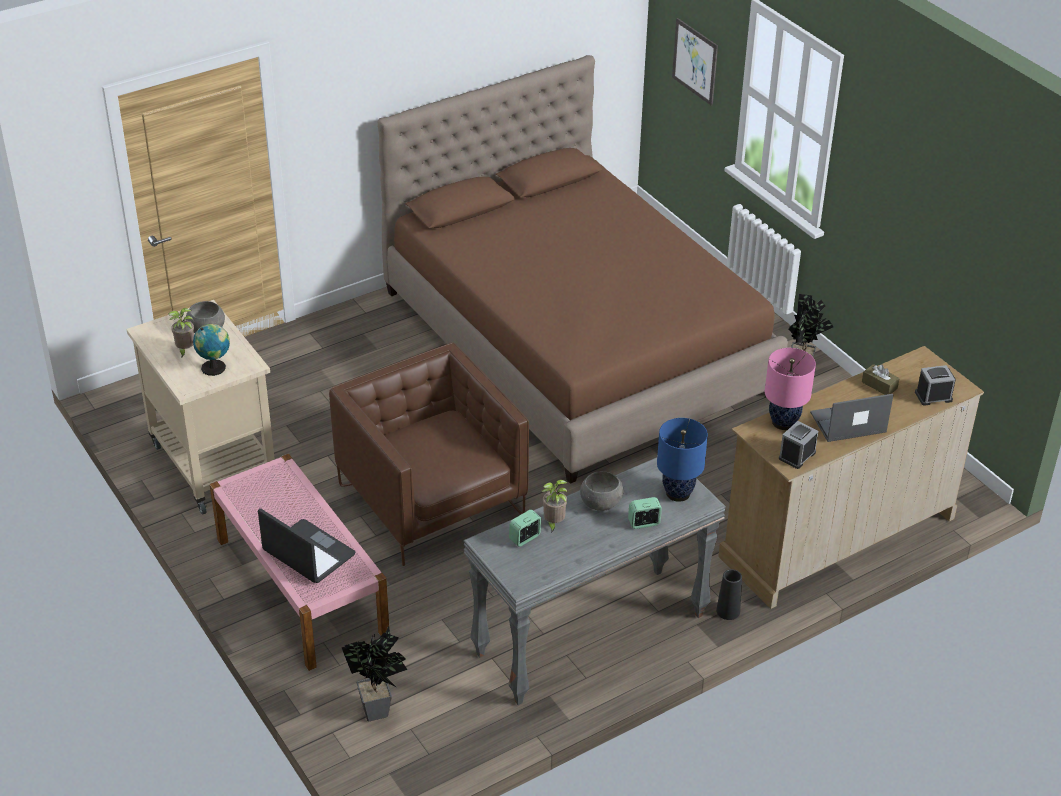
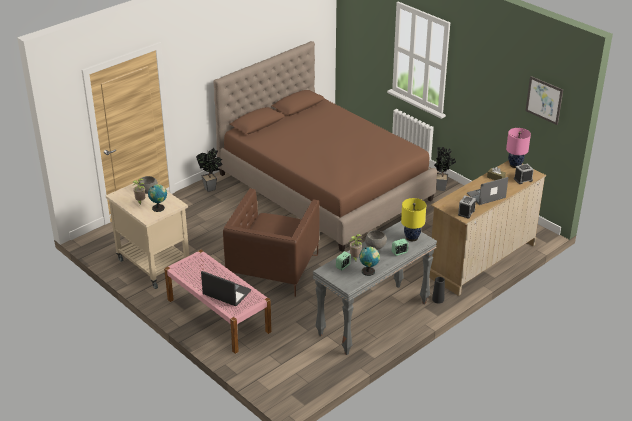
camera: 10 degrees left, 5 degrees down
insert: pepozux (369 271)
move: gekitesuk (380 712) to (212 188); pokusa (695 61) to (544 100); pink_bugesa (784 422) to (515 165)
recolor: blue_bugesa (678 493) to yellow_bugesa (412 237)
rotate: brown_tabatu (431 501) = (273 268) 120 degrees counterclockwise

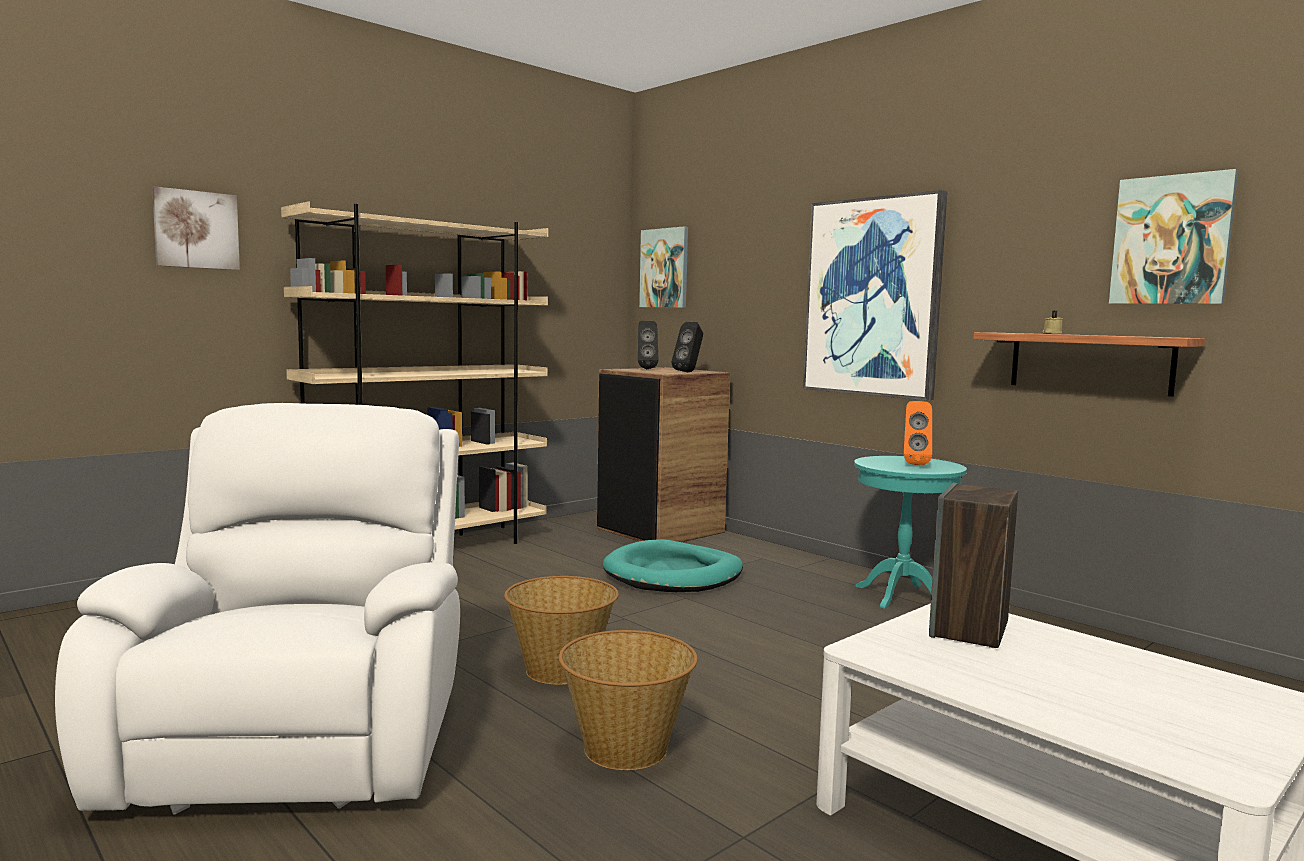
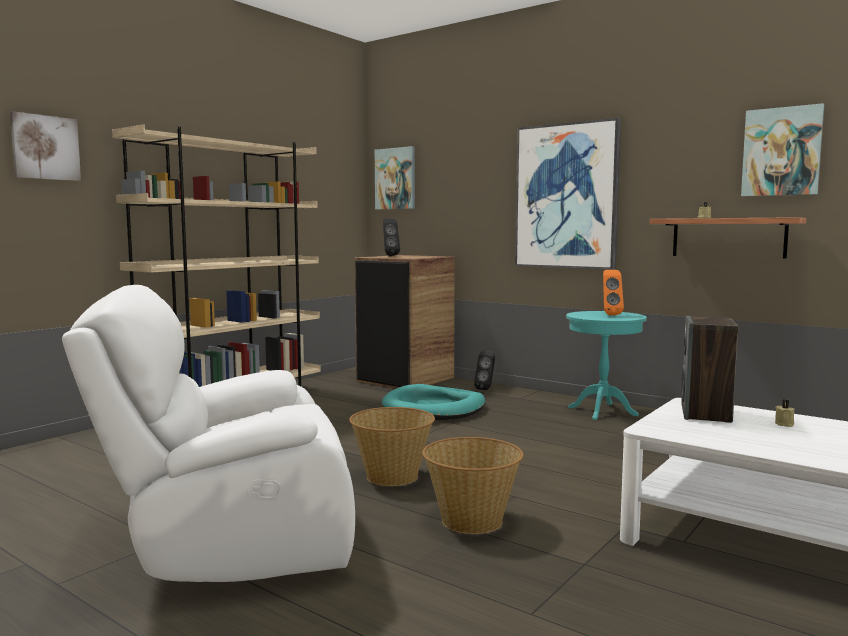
camera: 10 degrees left, 0 degrees up
insert: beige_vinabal (785 424)
move: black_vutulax (689 372) to (486 389)
rotate: white_tabatu (300 743) = (227 540) 90 degrees counterclockwise

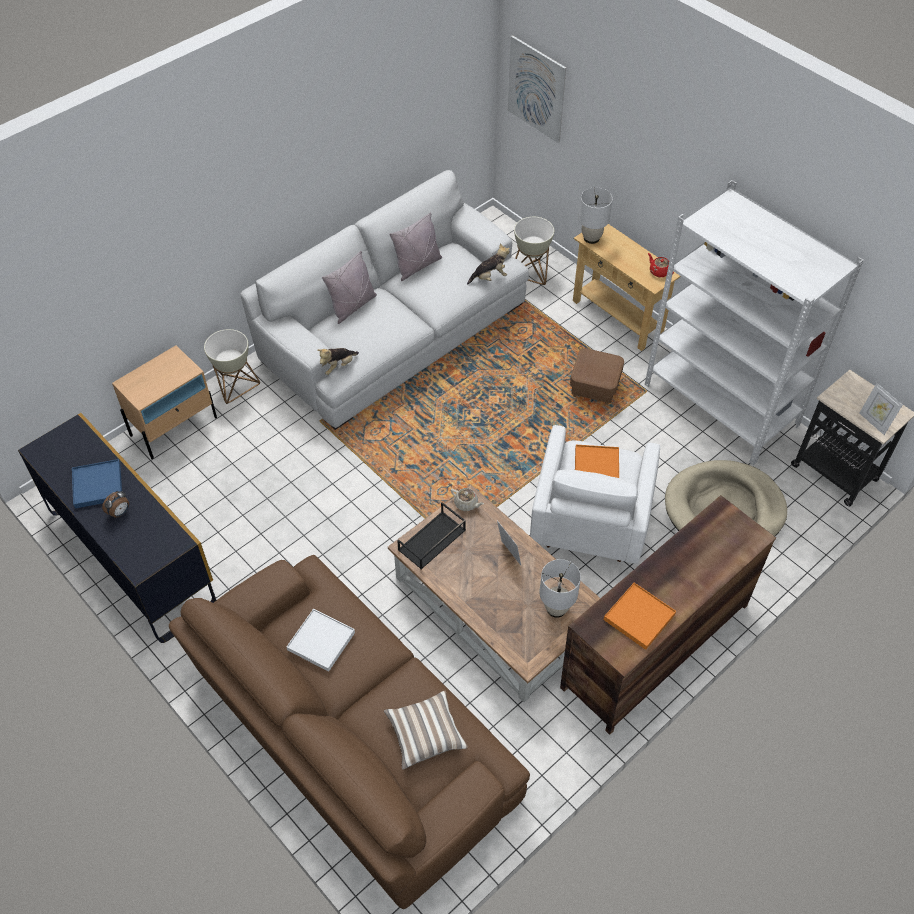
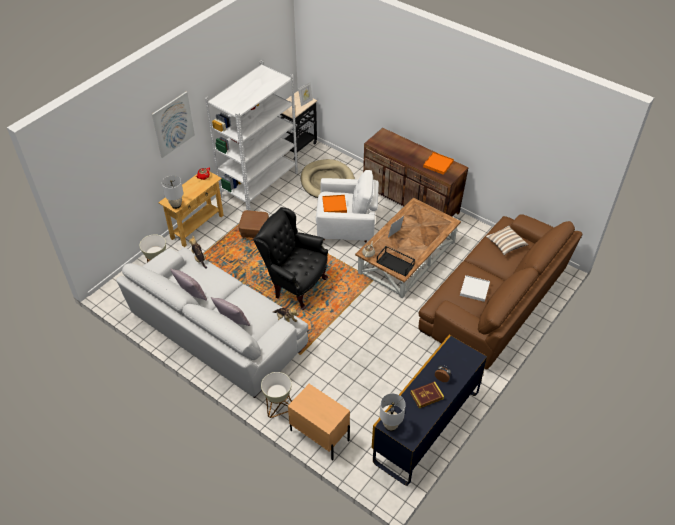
camera: 100 degrees left, 5 degrees down
insert: black_tabatu (295 286)
move: pokusa (536 89) to (173 124); white_bugesa (556 608) to (390 425)
replace: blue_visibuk (98 485) to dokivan (426 396)

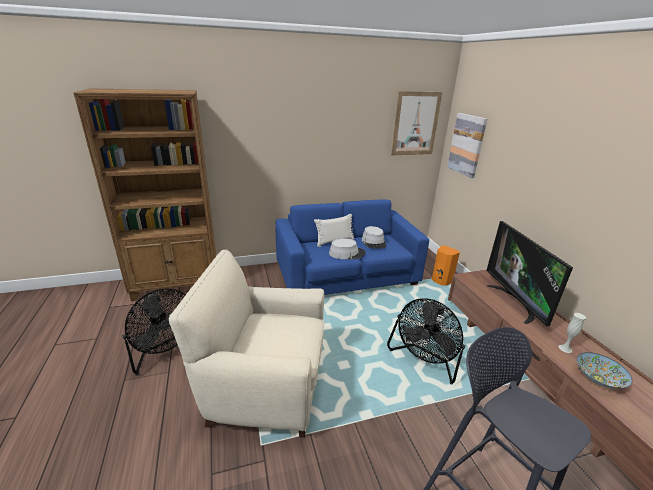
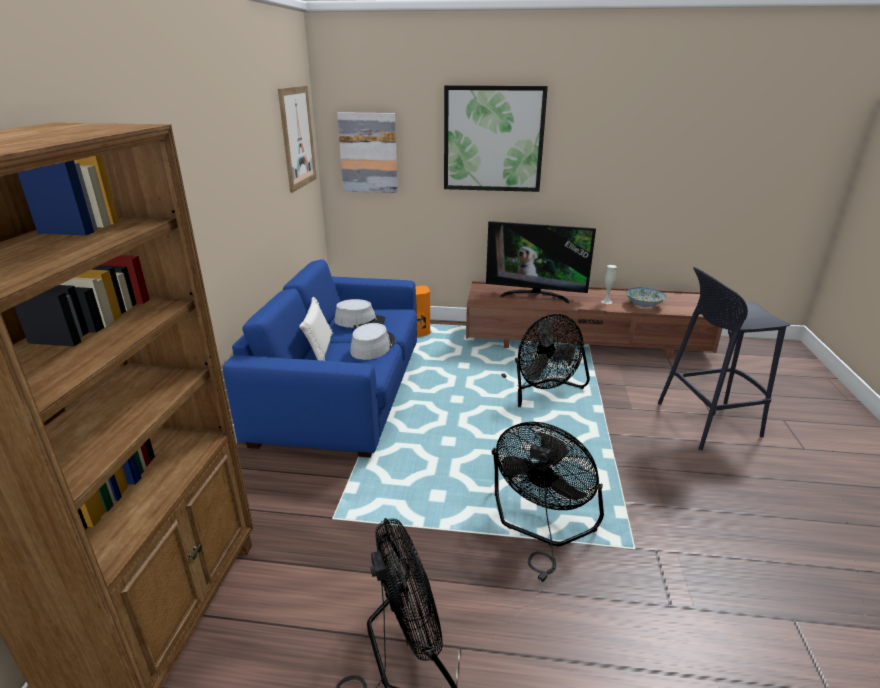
camera: 65 degrees left, 0 degrees up
insert: pokusa (493 139)
replace: beige_tabatu (264 387) to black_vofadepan (539 527)

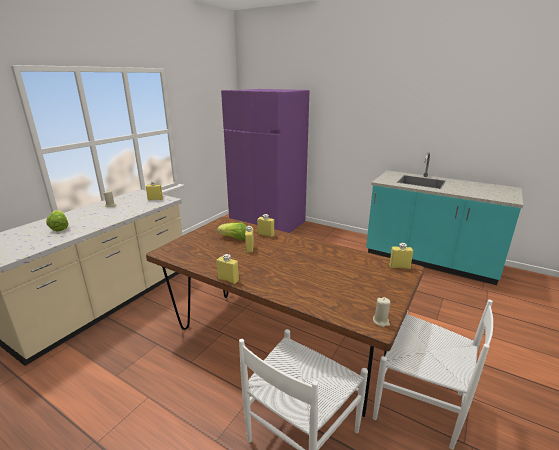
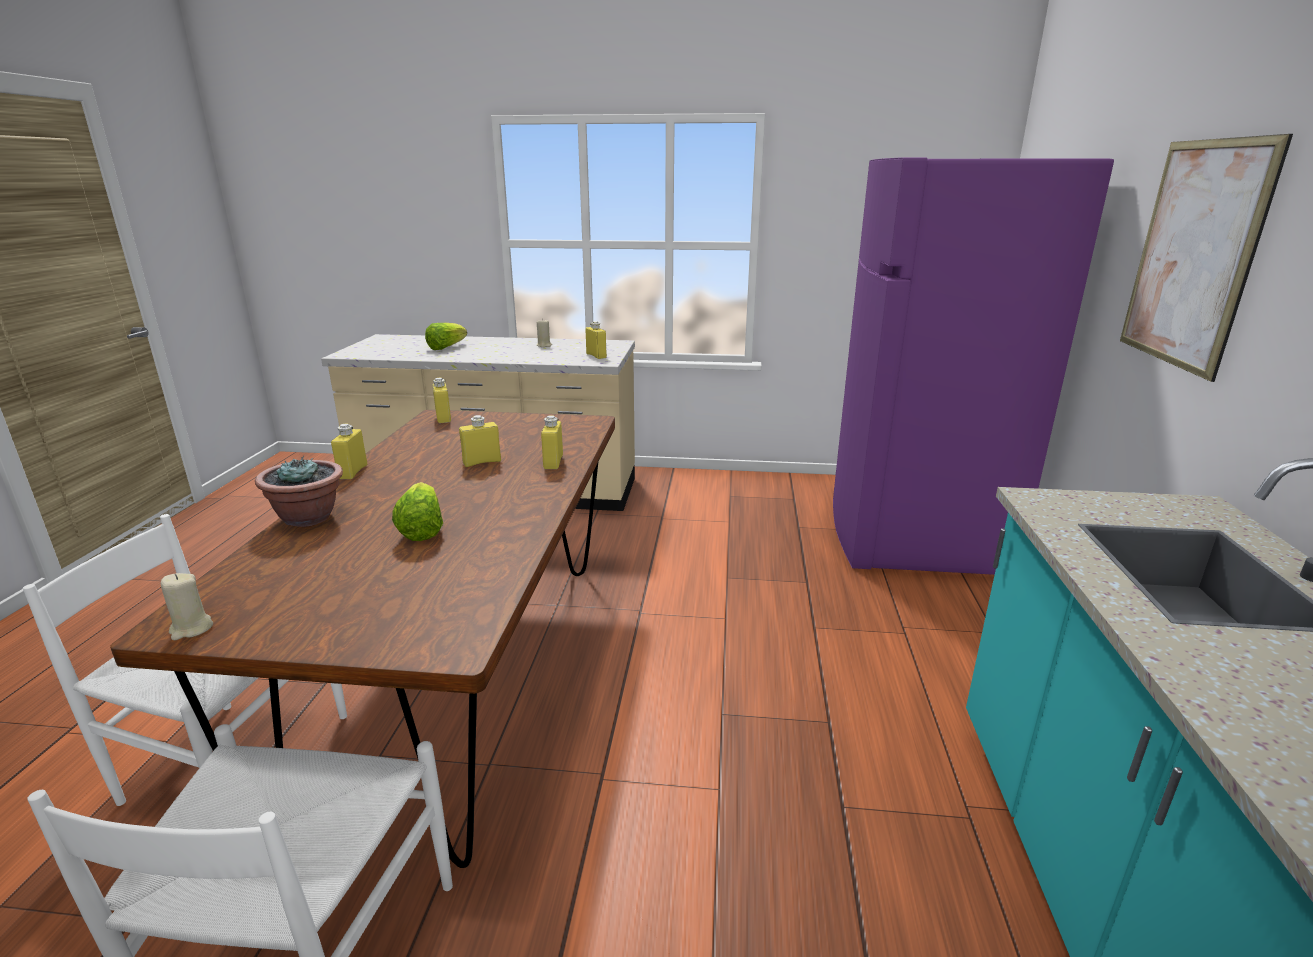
camera: 65 degrees right, 0 degrees up
insert: gekitesuk (308 517); pokusa (1193 255)
move: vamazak (234 238) to (422 529); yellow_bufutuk (399 267) to (443 418)

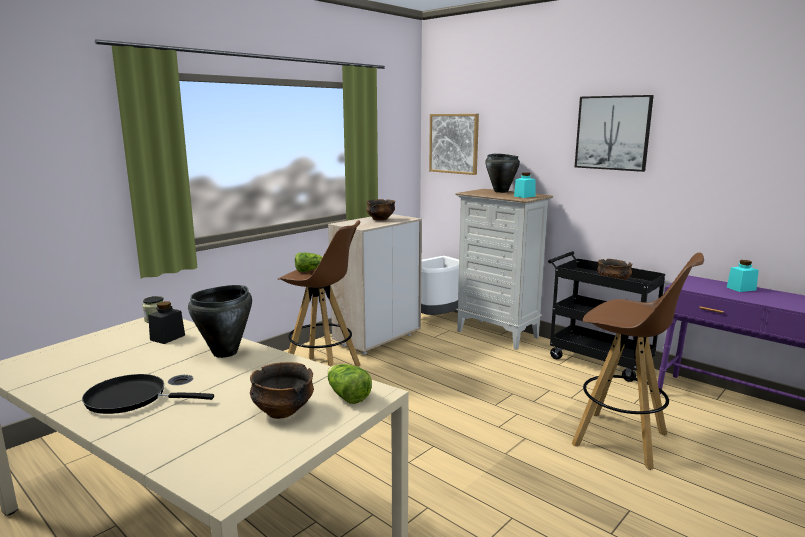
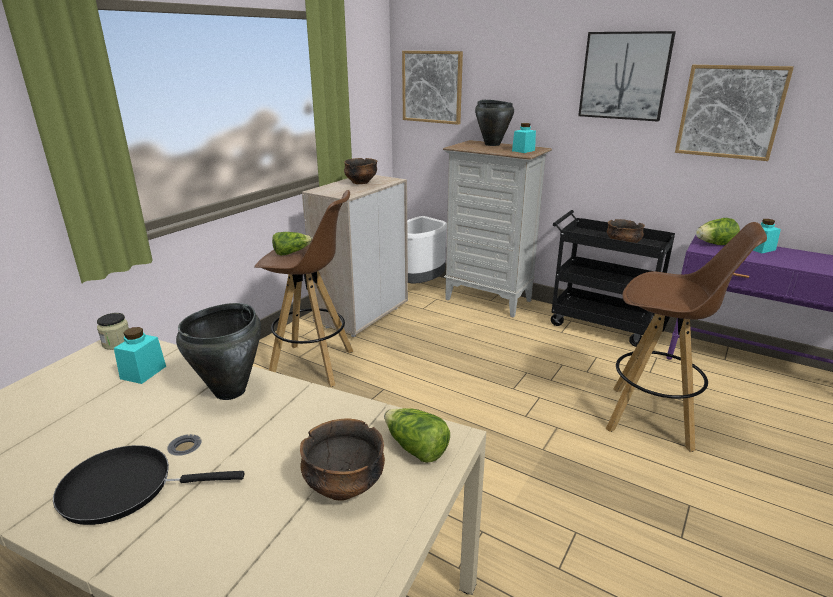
camera: 10 degrees left, 10 degrees up
insert: pokusa (730 112); vamazak (715 244)
recolor: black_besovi (167 337) to turquoise_besovi (143 372)

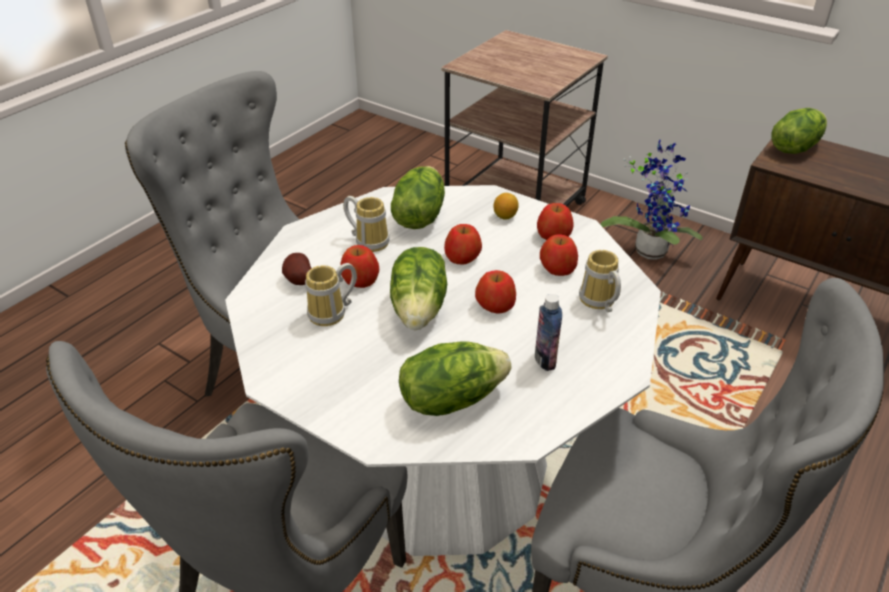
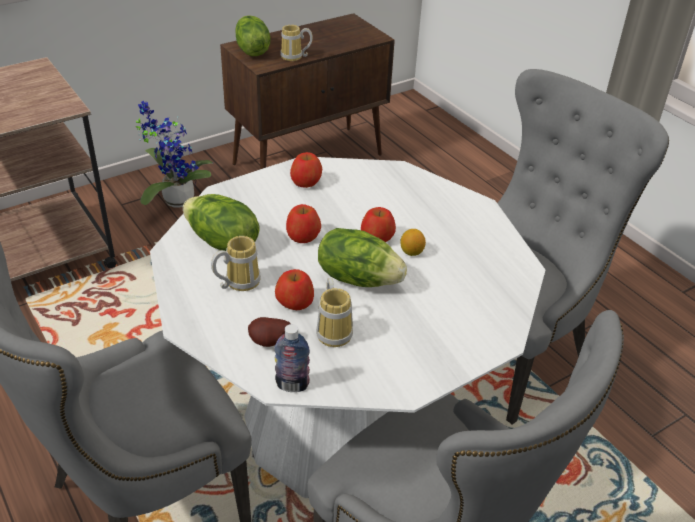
camera: 70 degrees left, 0 degrees up
delete: vamazak (451 398); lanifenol (557 268)
move: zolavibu (505 216) to (411 252); bufutuk (545 360) to (292 385); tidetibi (597 303) to (294 57)

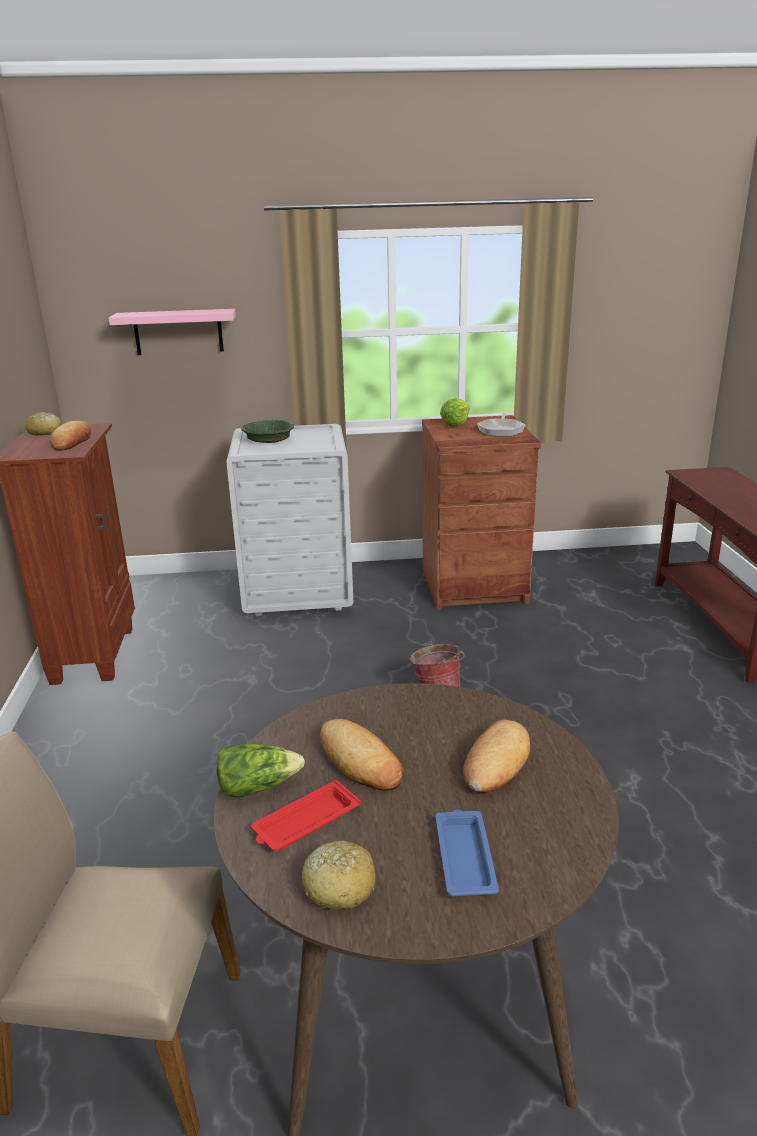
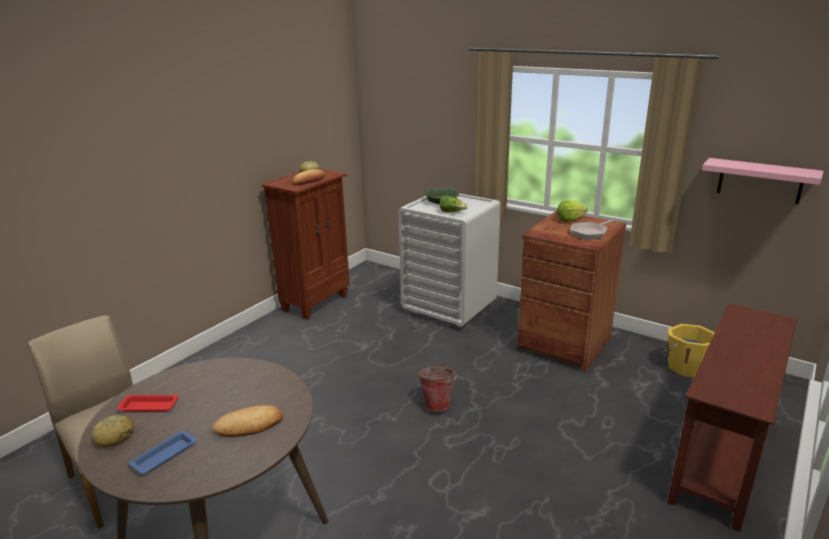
camera: 40 degrees right, 0 degrees up
delete: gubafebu (360 761)
insert: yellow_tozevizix (685 366)
move: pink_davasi (178 331) to (760 181); vamazak (257 786) to (452 212)

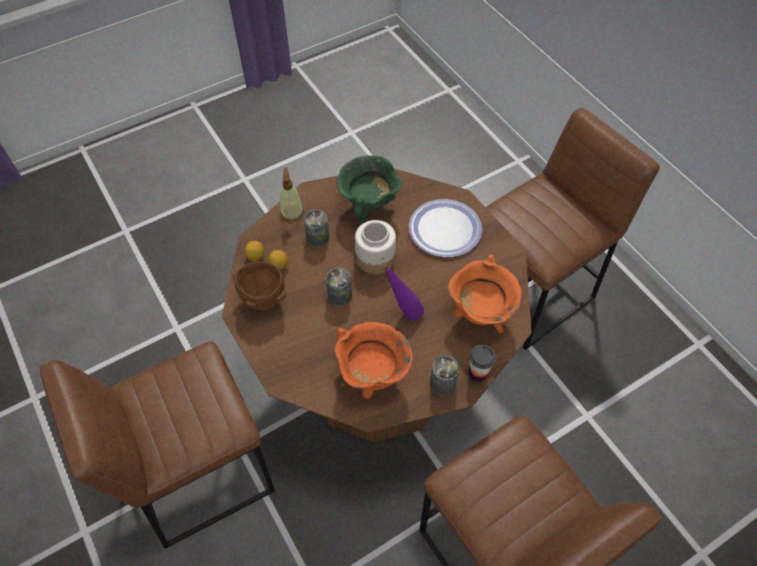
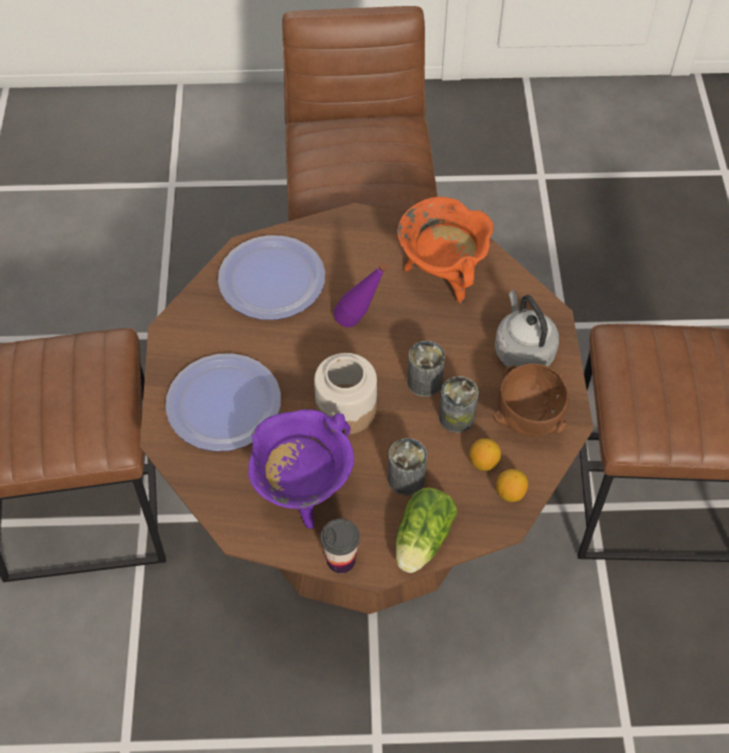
camera: 150 degrees left, 0 degrees up
insert: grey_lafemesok (522 350)
move: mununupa (443 383) to (456 417); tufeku (478 373) to (341 560)
replace: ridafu (292 212) to vamazak (421 541); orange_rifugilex (480 315) to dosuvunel (272 279)
recolor: green_rifugilex (369 208) to purple_rifugilex (303 490)

